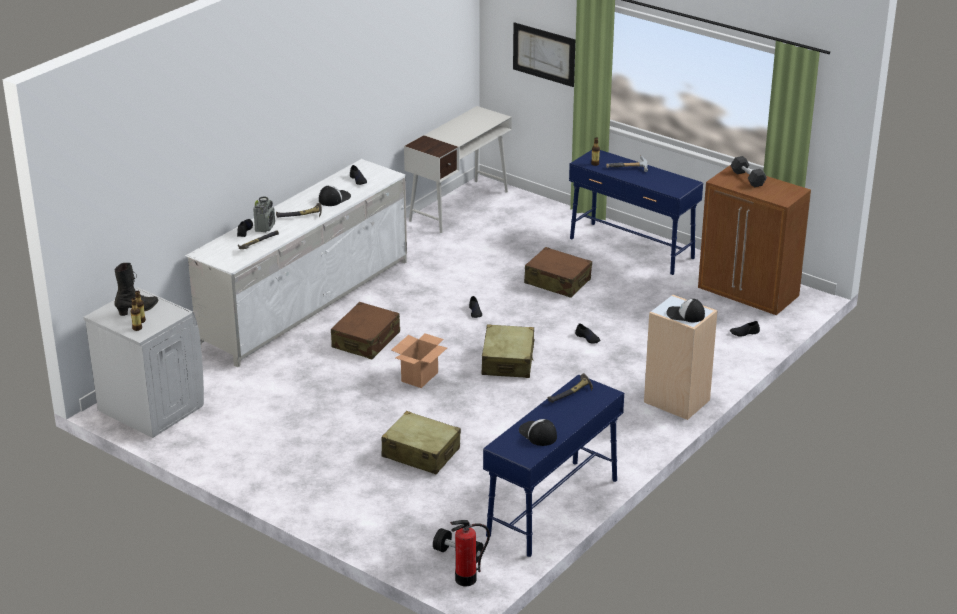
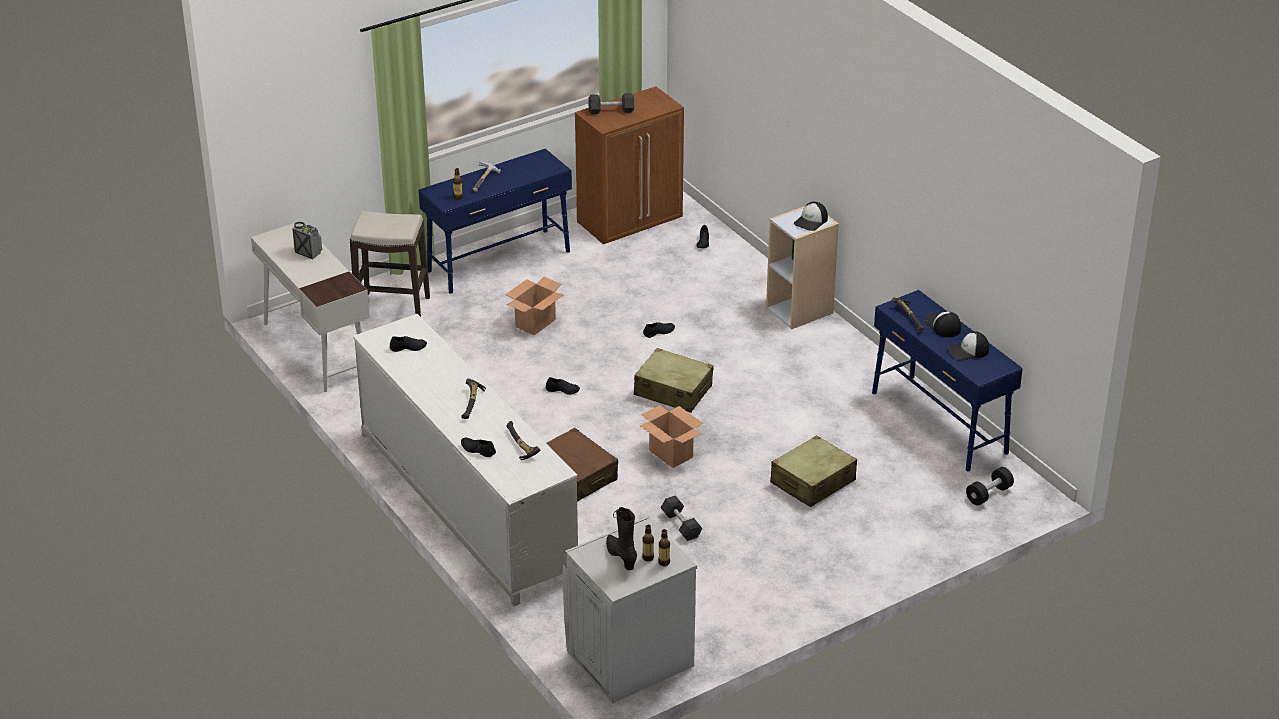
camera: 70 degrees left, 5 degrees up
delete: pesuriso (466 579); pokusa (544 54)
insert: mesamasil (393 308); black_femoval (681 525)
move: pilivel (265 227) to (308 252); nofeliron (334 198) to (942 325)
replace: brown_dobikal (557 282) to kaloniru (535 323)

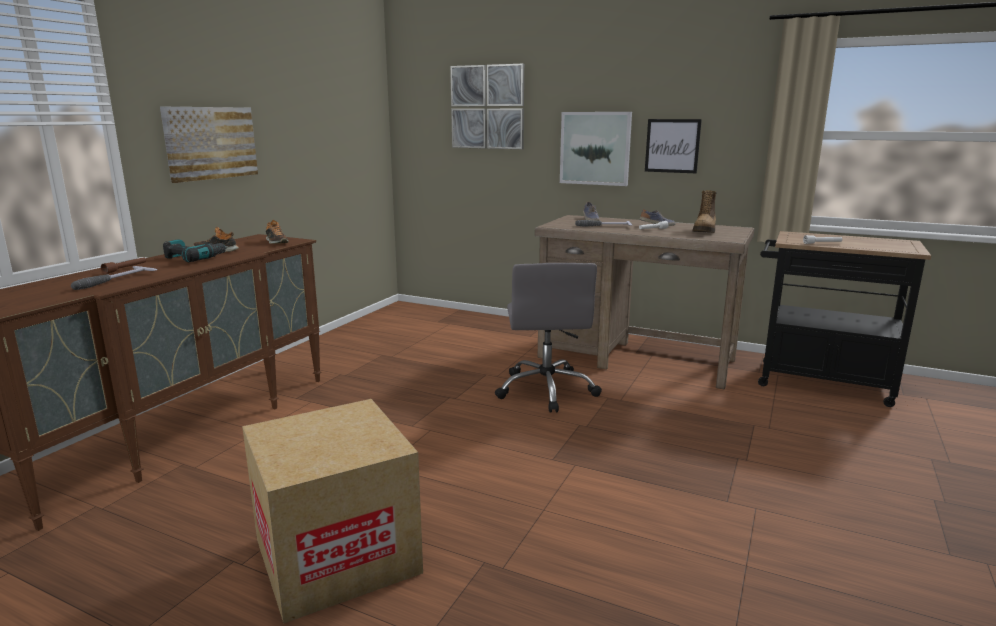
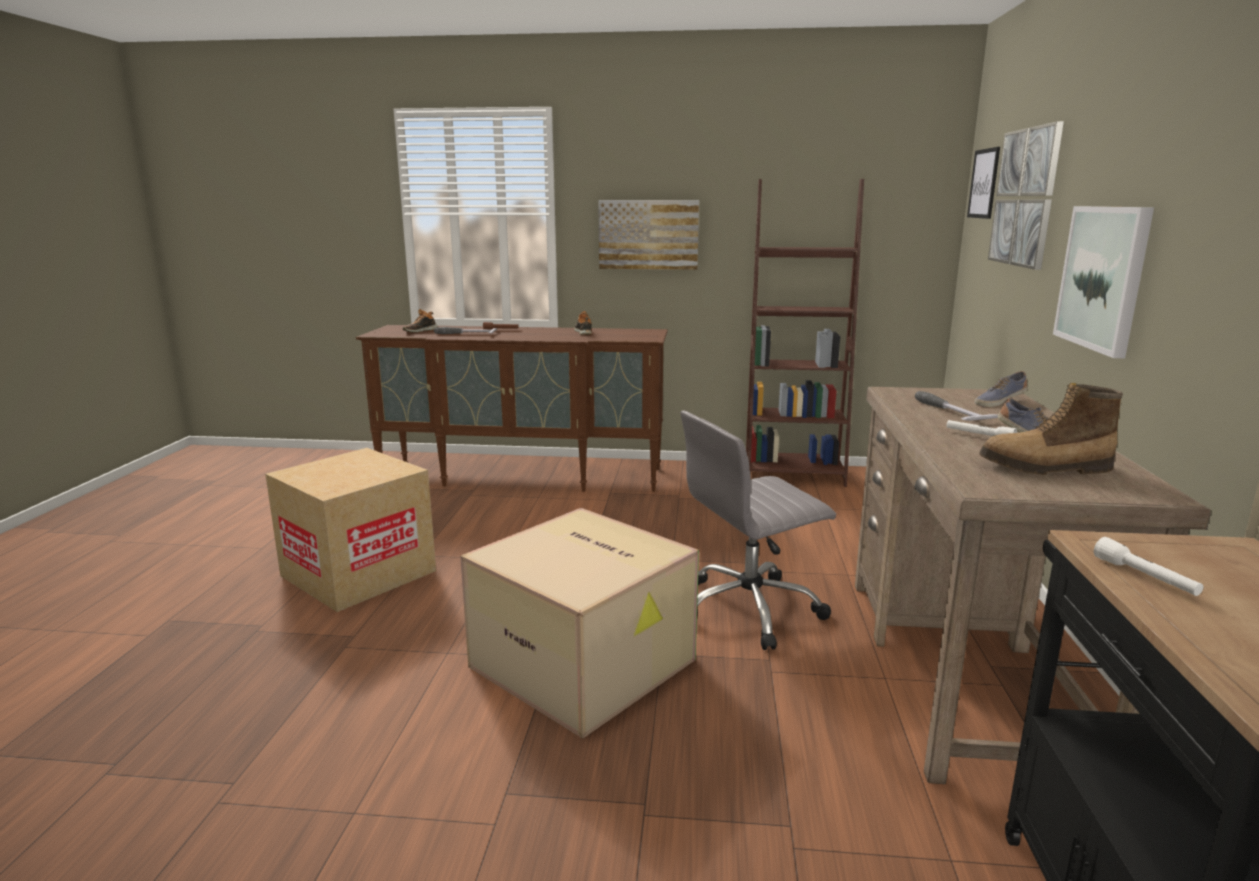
camera: 70 degrees right, 0 degrees up
delete: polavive (195 258)
insert: kaloniru (586 663); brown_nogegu (793 475)
move: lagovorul (276 242) to (419 331); pokusa (672 146) to (984 183)

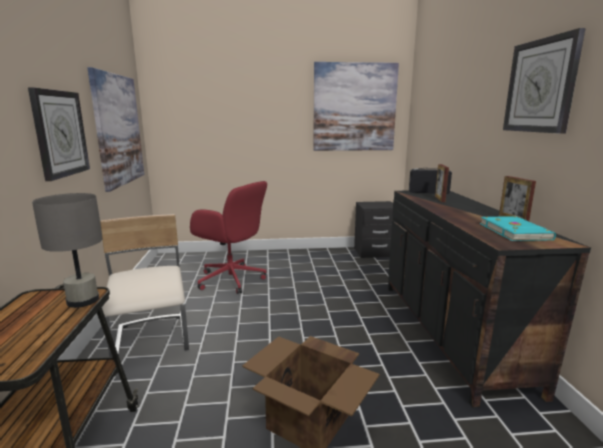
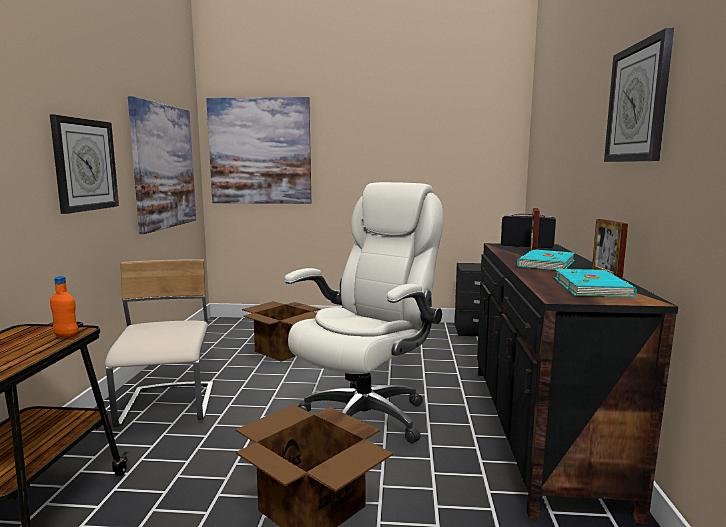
camera: 10 degrees right, 5 degrees down
insert: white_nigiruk (366 417); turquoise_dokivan (545 263)
move: pokusa (354 107) to (260 151)
replace: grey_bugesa (82 301) to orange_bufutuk (66 336); red_nigiruk (231 280) to kaloniru (284 350)

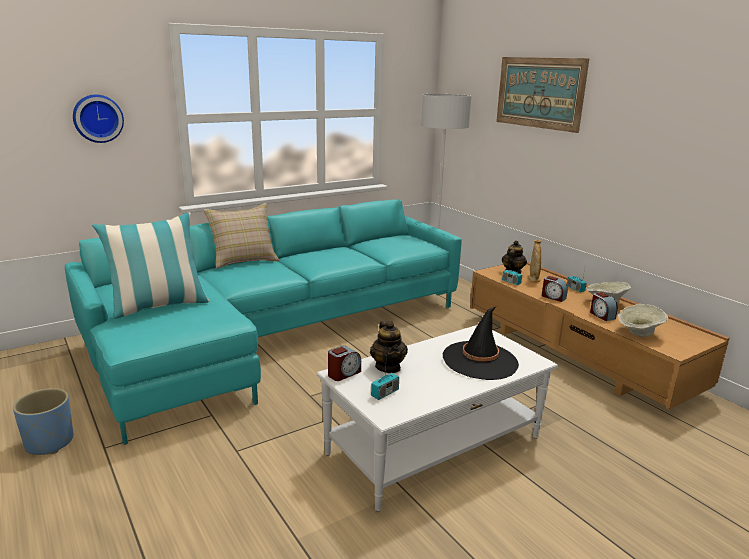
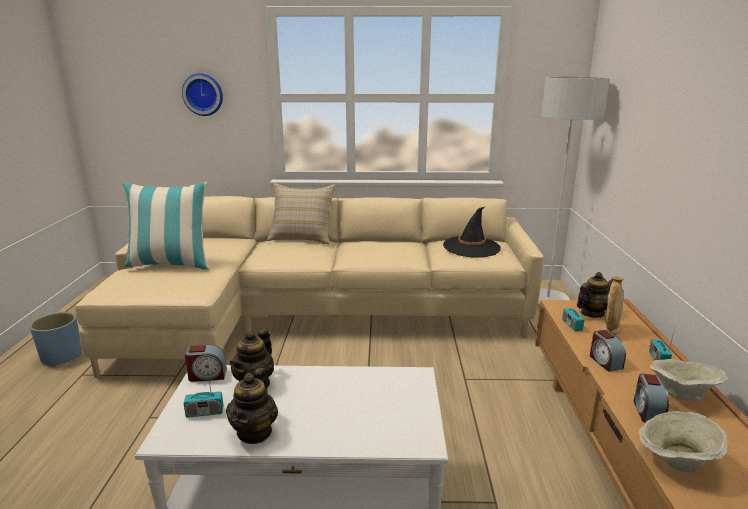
camera: 35 degrees right, 0 degrees up
delete: pokusa (539 92)
insert: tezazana (255 432)
move: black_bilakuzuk (480 361) to (471 247)
recolor: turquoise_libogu (272 334) to beige_libogu (314 316)

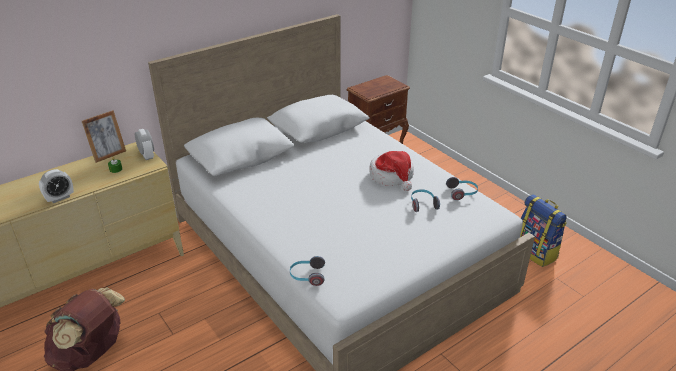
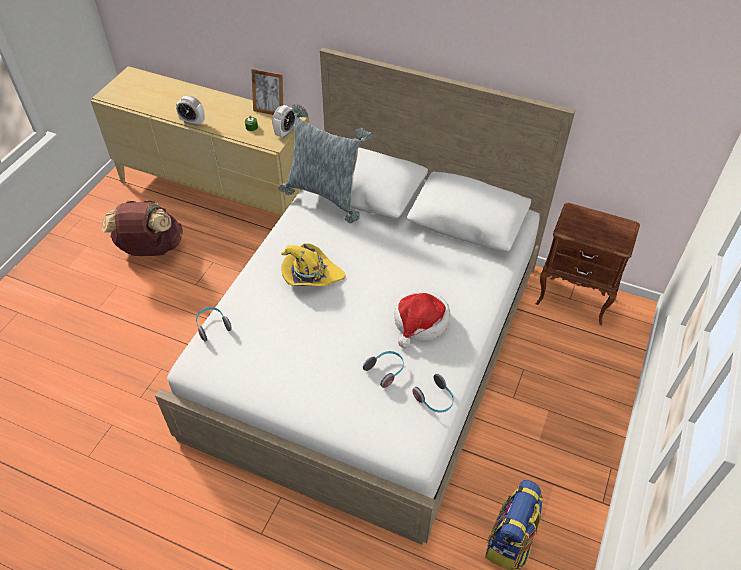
camera: 60 degrees right, 15 degrees up
insert: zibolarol (326 199); yellow_bilakuzuk (310 275)

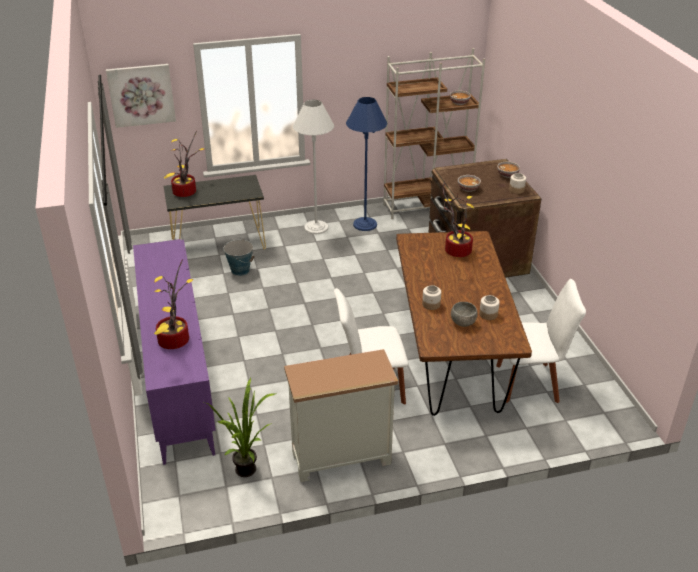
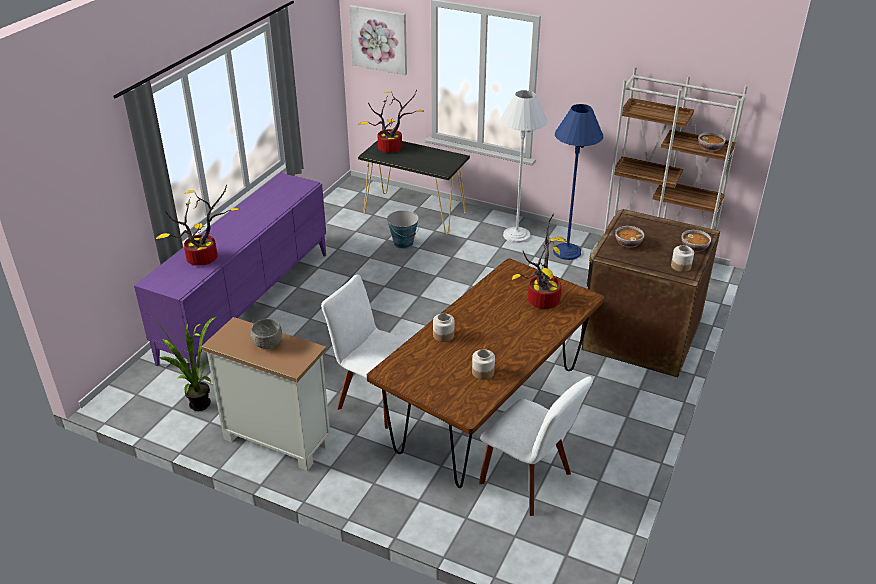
camera: 40 degrees right, 0 degrees up
move: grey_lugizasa (462 323) to (267 344)

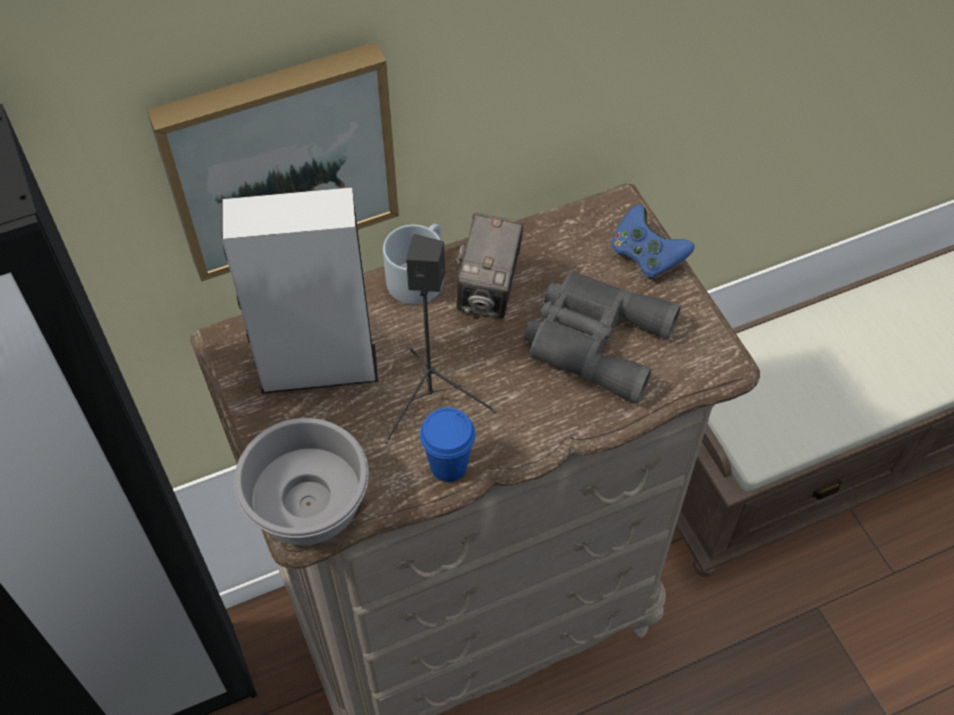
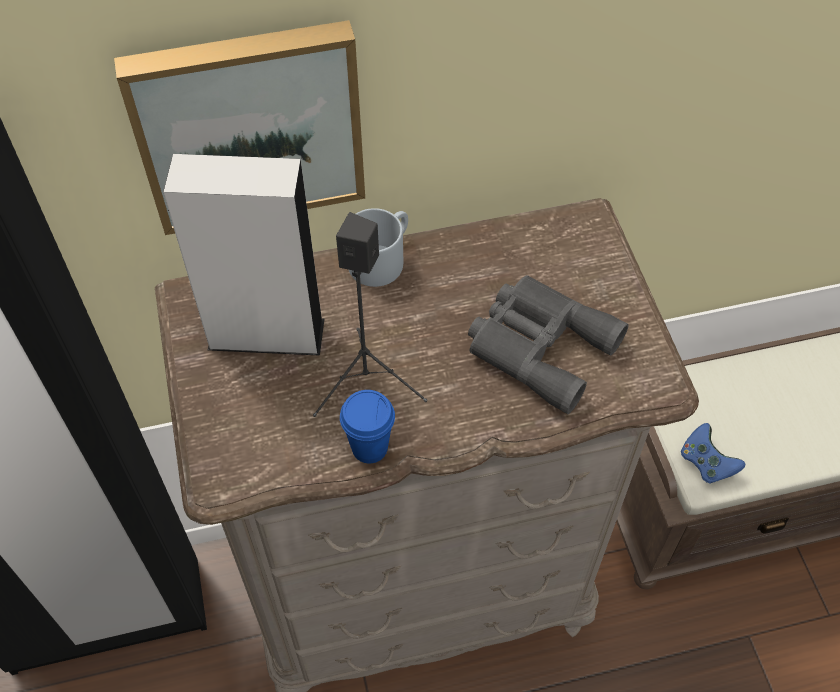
camera: 10 degrees right, 0 degrees up
delete: grey_lugizasa (304 506); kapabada (489 292)
move: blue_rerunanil (646 256) to (706 462)

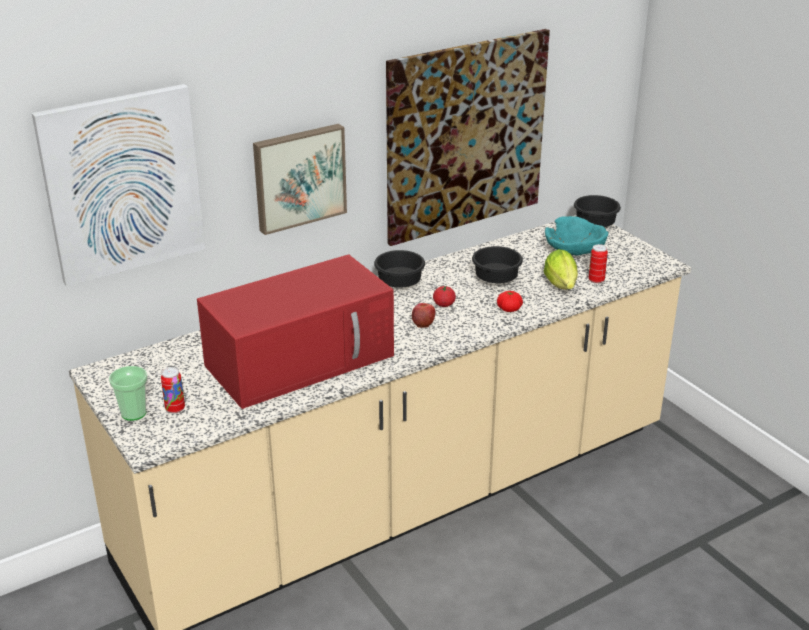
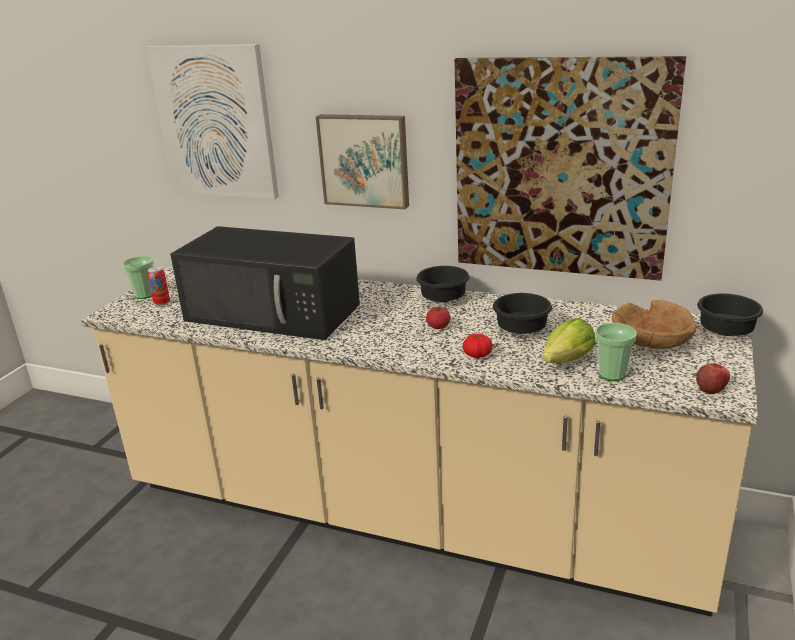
camera: 55 degrees right, 5 degrees down
move: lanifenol (423 323) to (711 388)
replace: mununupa (596 280) to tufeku (612 374)
recolor: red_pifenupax (302 359) to black_pifenupax (275 312); turquoise_lugizasa (575 249) to brown_lugizasa (652 341)

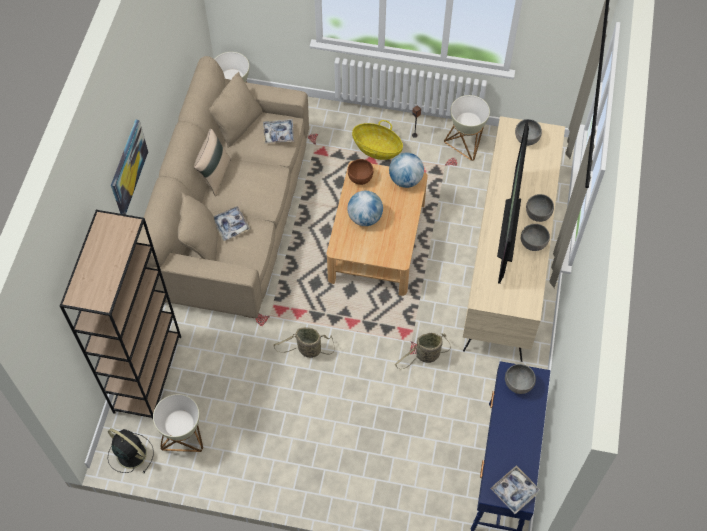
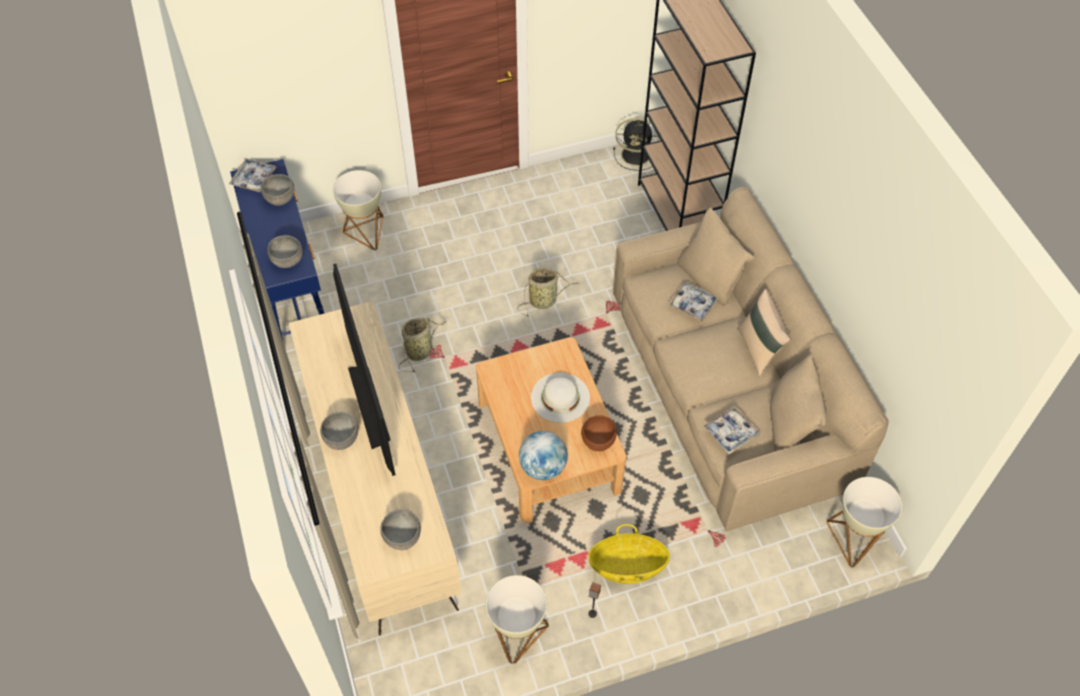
camera: 150 degrees right, 5 degrees down
delete: pokusa (128 167)
move: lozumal (184 439) to (365 232); grey_lugizasa (533 244) to (280 200)
replace: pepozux (365 218) to white_bilakuzuk (560 397)

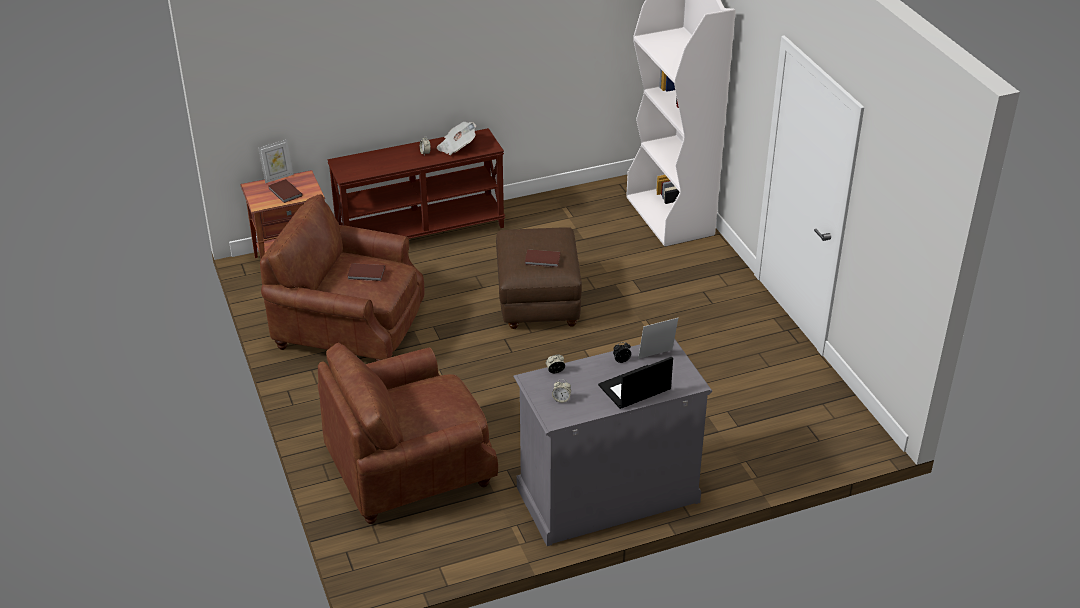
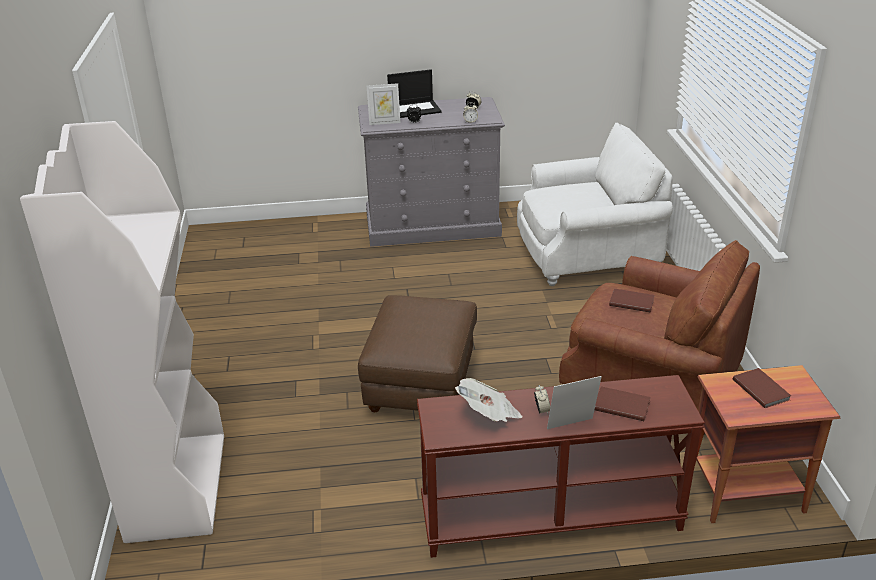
camera: 165 degrees left, 5 degrees down
move: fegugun (278 177) to (572 427); brown_dokivan (543 260) to (621 405)
recolor: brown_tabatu (410 470) to white_tabatu (588 255)

